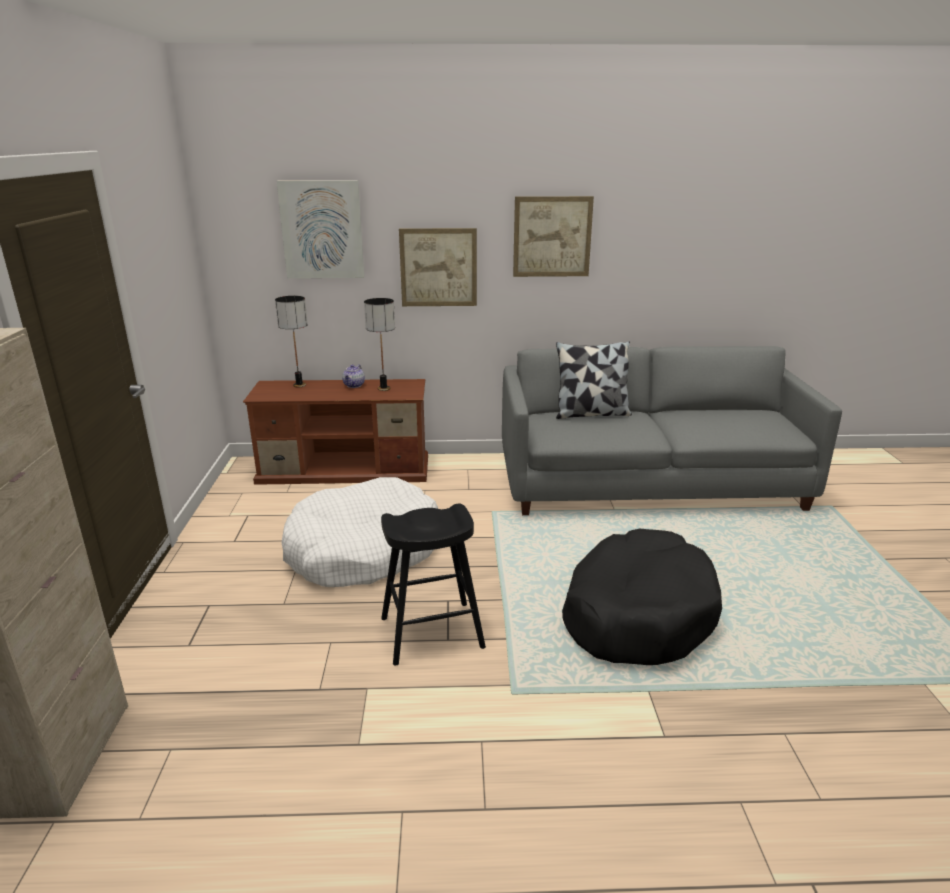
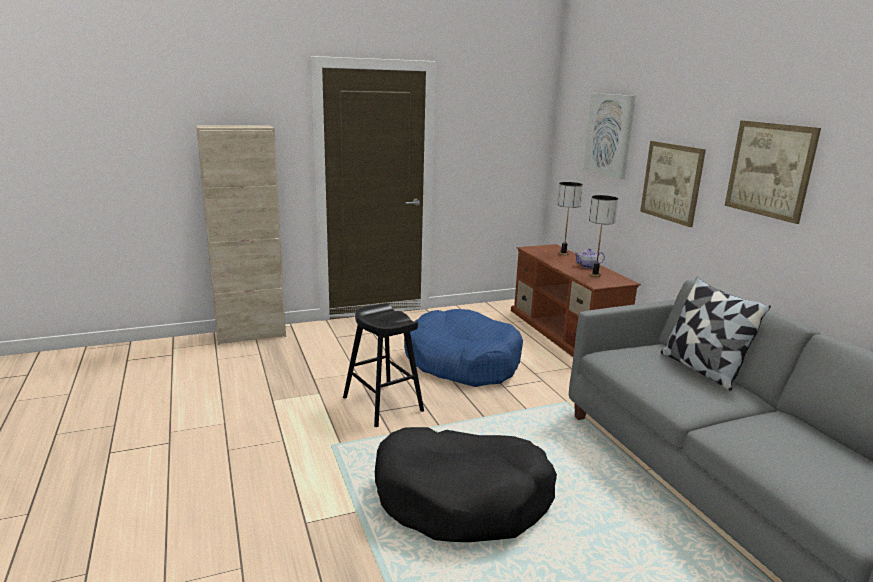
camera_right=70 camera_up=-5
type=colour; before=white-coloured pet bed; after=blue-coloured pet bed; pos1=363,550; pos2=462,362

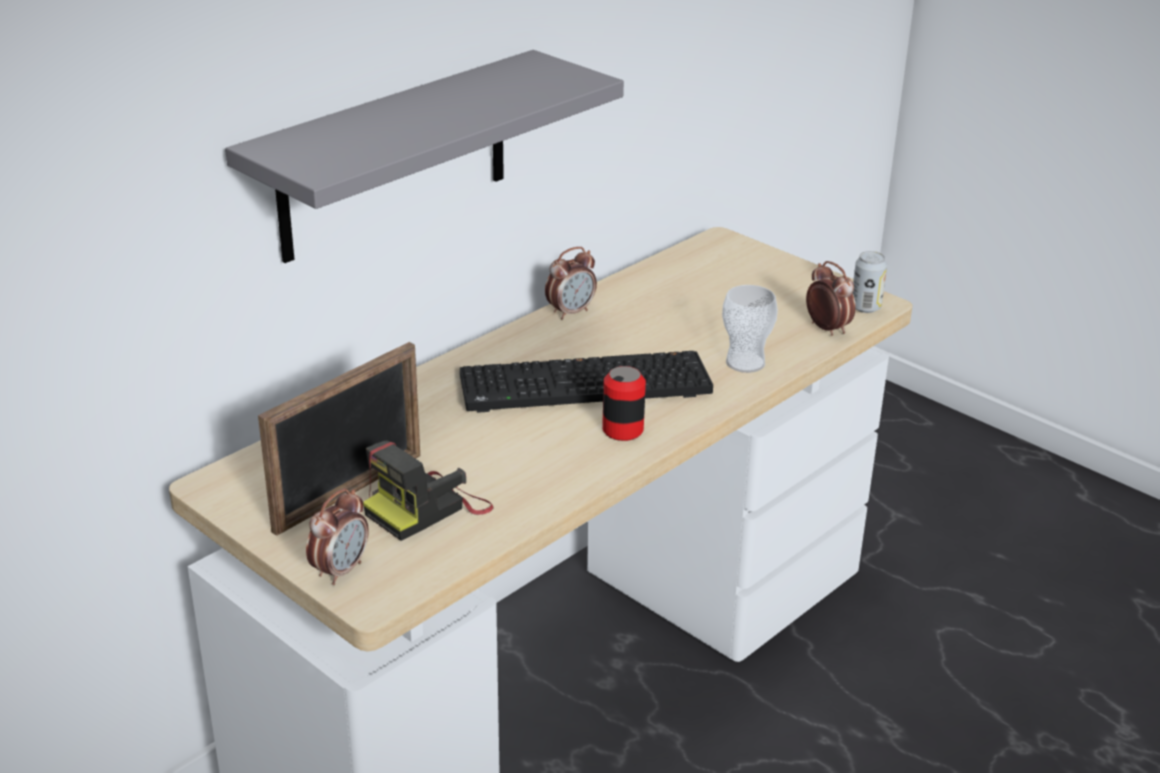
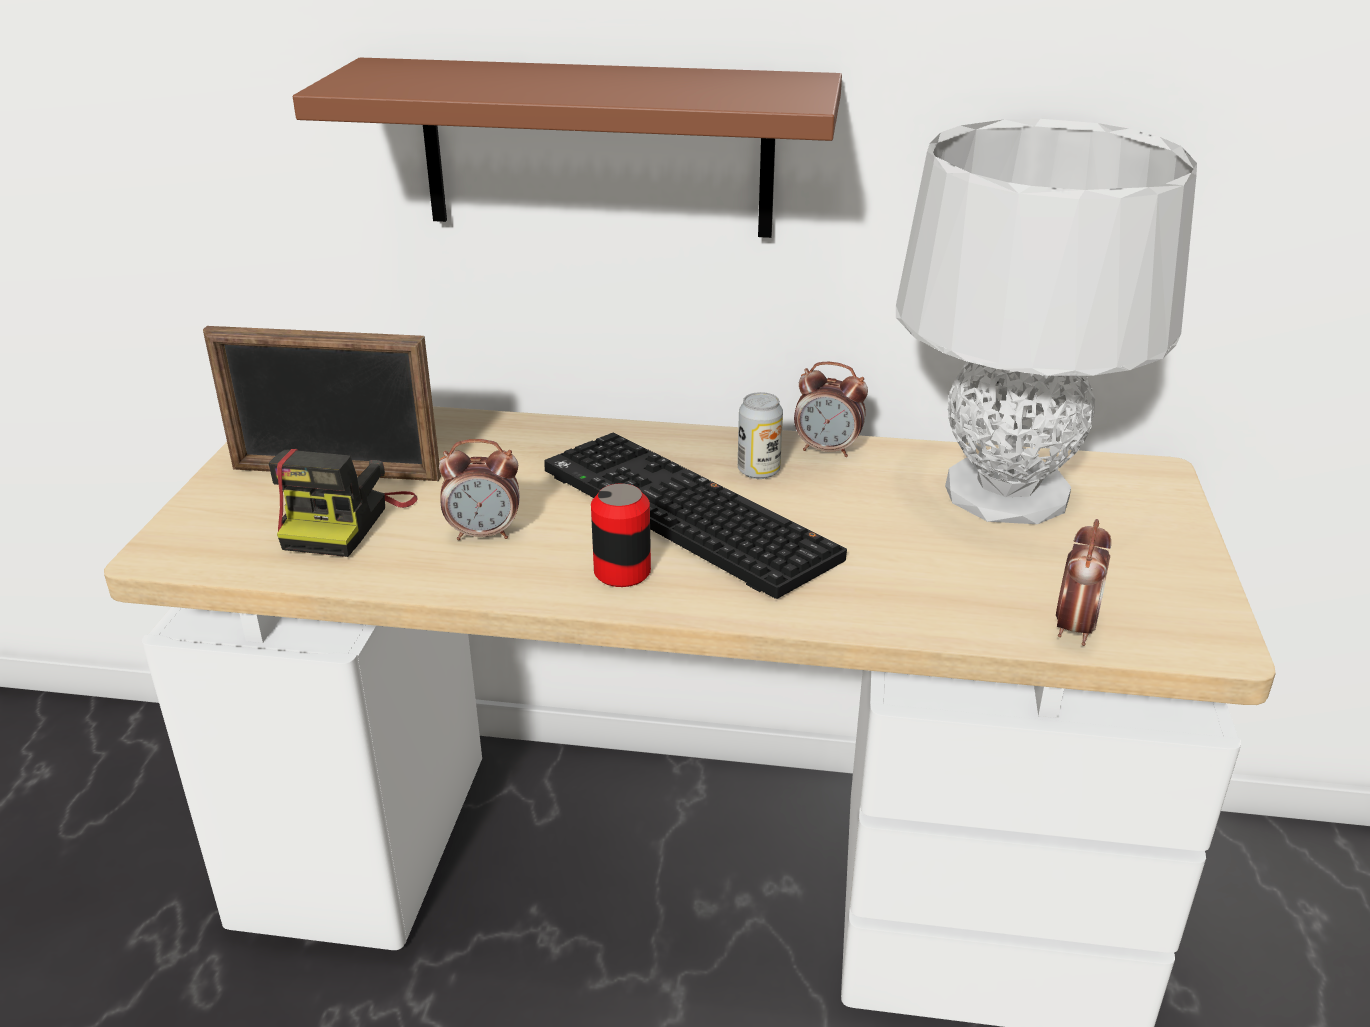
camera_right=55 camera_up=0
type=colour; before=grey shelf; after=brownish shelf; pos1=394,157; pos2=597,148
type=relocated; before=metal can; pos1=865,307; pos2=758,471
type=missing; before=drinking cup; pos1=745,363
type=spun; before=photo camera; pos1=427,508; pos2=345,521; turn=-90
type=relocated; before=table clock; pos1=340,570; pos2=484,534
type=appeared; after=grey lamp for a table; pos2=1007,493

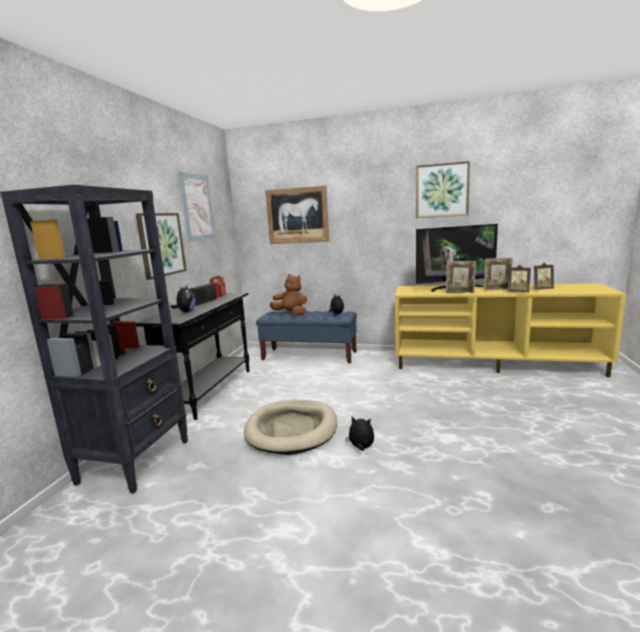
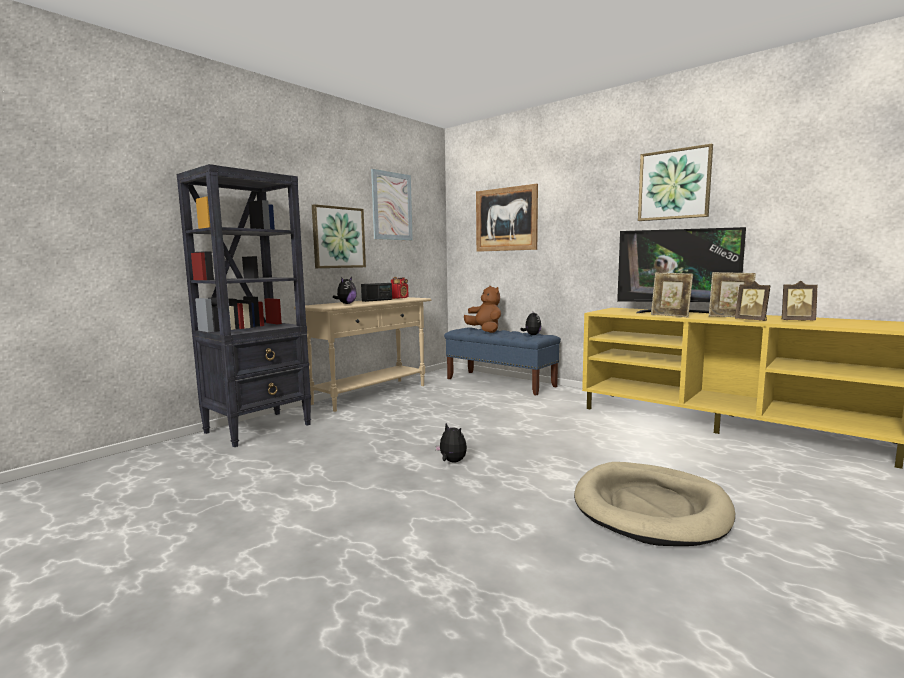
camera_right=25 camera_up=-5
type=colour; before=black-coloured console table; after=sand-coloured console table; pos1=210,391; pos2=371,394
type=relocated; before=sand-coloured pet bed; pos1=292,429; pos2=651,508

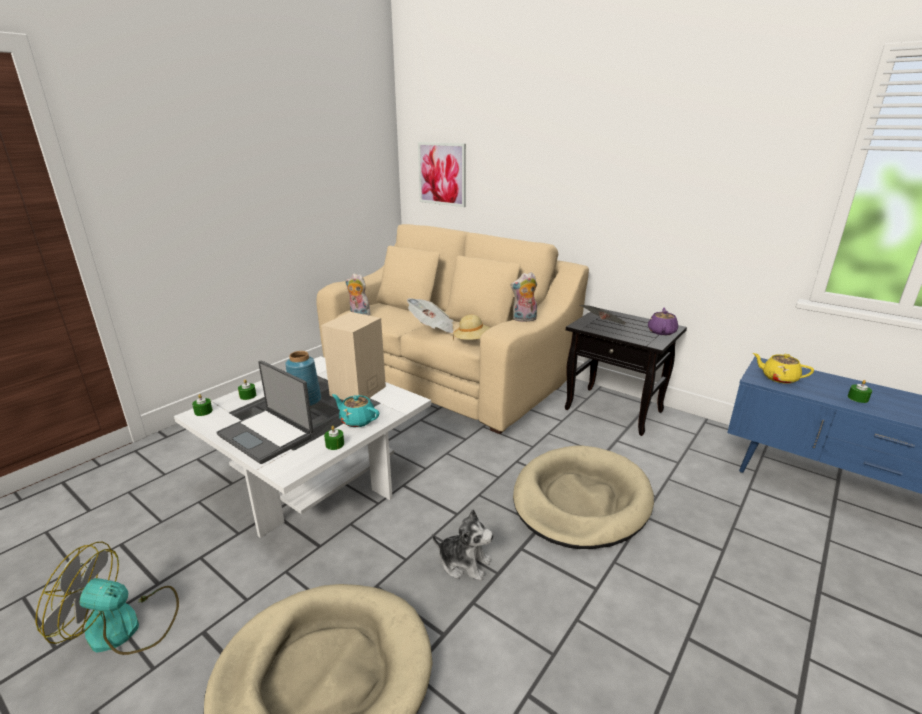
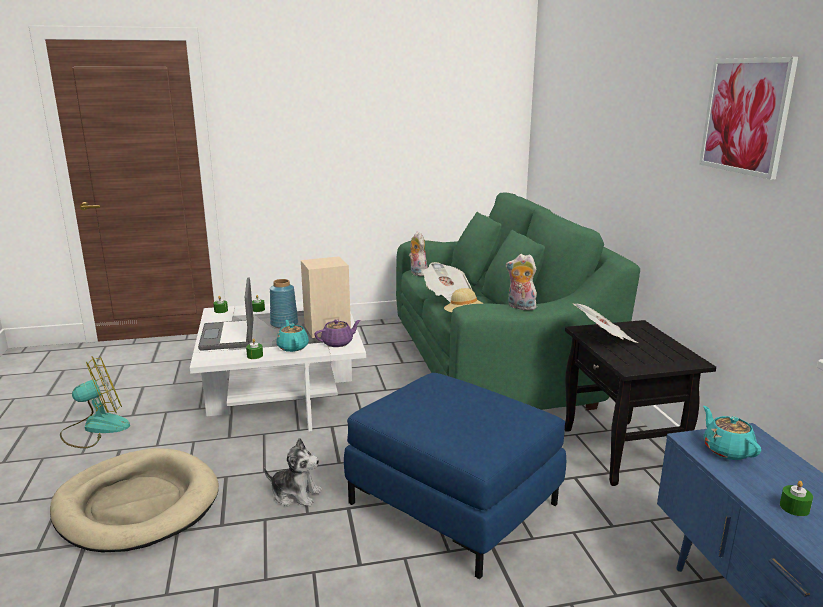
camera_right=40 camera_up=-5
type=relocated; before=picture; pos1=442,174; pos2=746,116
type=colour; before=sand-coloured couch; after=green couch; pos1=446,375; pos2=492,360
type=relocated; before=purple pot for tea; pos1=661,331; pos2=338,343
type=colour; before=yellow pot for tea; after=turquoise pot for tea; pos1=778,378; pos2=726,450
type=exchanged; before=sand-coloured pet bed; after=blue-coloured pouffe; pos1=581,500; pos2=452,503
type=spun; before=soft toy; pos1=464,563; pos2=295,494; turn=-45
type=spun; before=electric fan; pos1=126,627; pos2=95,428; turn=105

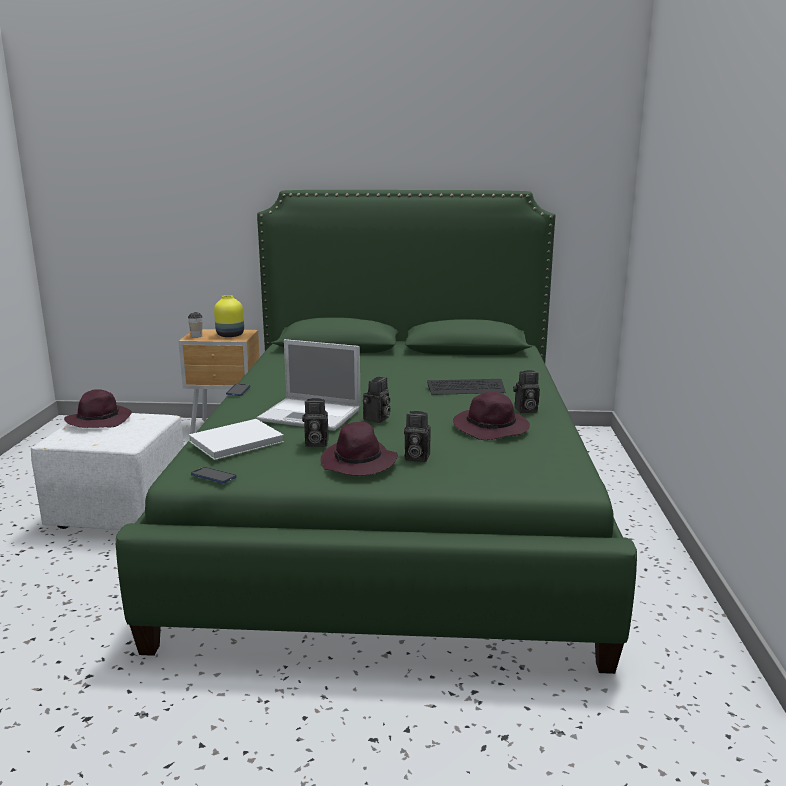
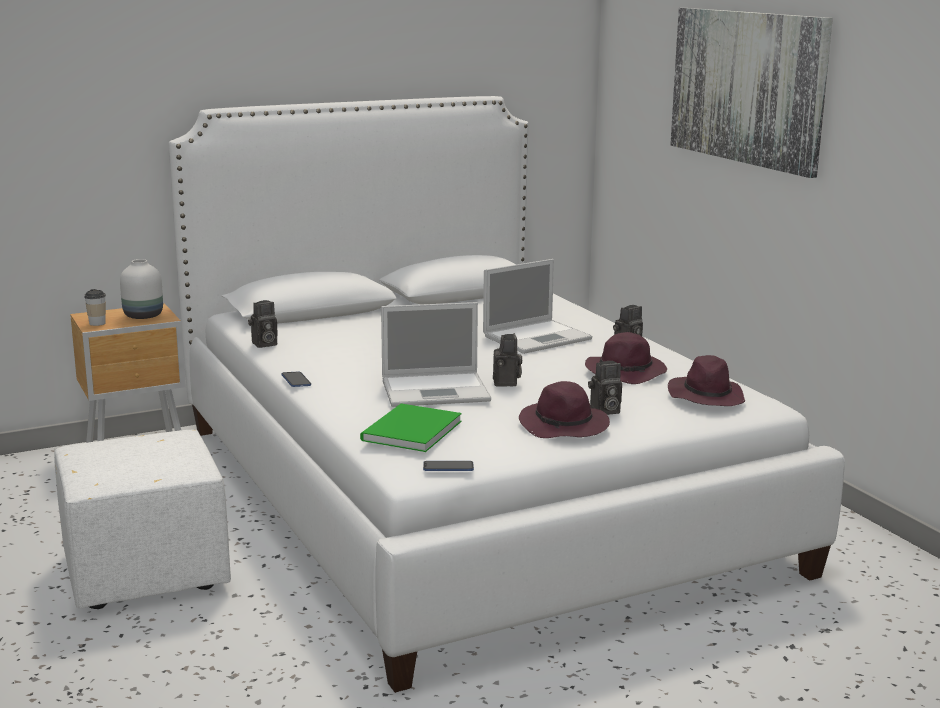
camera_right=-30 camera_up=0
type=colour; before=green bedroom bed; after=white-coloured bedroom bed; pos1=391,509; pos2=467,494
type=colour; before=yellow vase; after=white-coloured vase; pos1=231,335; pos2=144,316
type=exchanged; before=PC keyboard; after=portable computer; pos1=466,389; pos2=538,337
type=relocated; before=purple clothing hat; pos1=100,420; pos2=705,397
type=relocated; before=photo camera; pos1=315,443; pos2=263,344
type=colour; before=white-coloured book; after=green book; pos1=233,441; pos2=408,431
type=appeared; after=picture; pos2=747,87

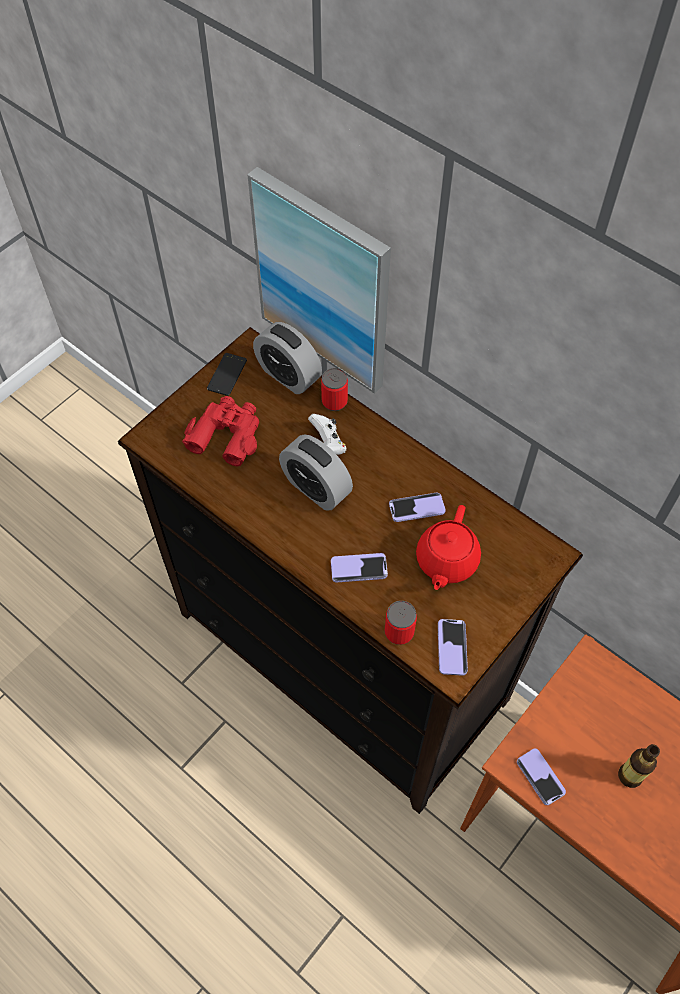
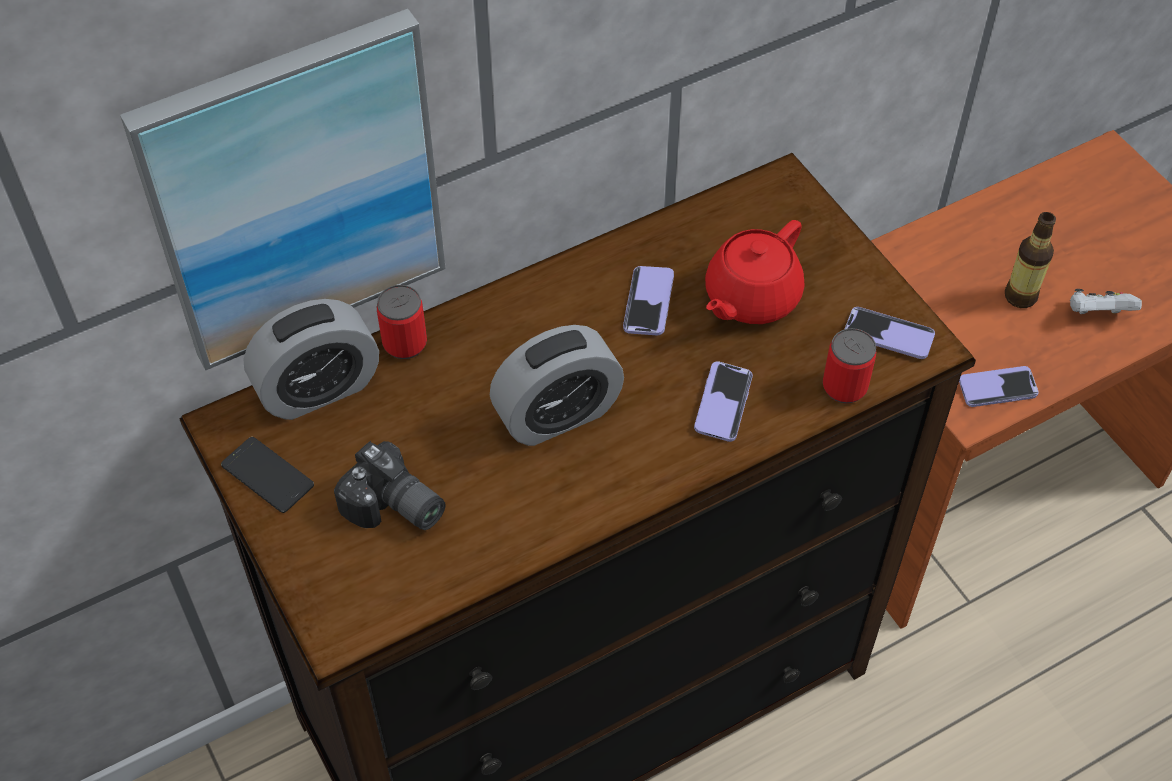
camera_right=-70 camera_up=-5
type=exchanged; before=red-coloured binoculars; after=photo camera; pos1=226,434; pos2=393,509
type=relocated; before=white-coloured gamepad; pos1=328,443; pos2=1097,314
type=spun; before=red-coloured pot for tea; pos1=446,561; pos2=750,297; turn=90

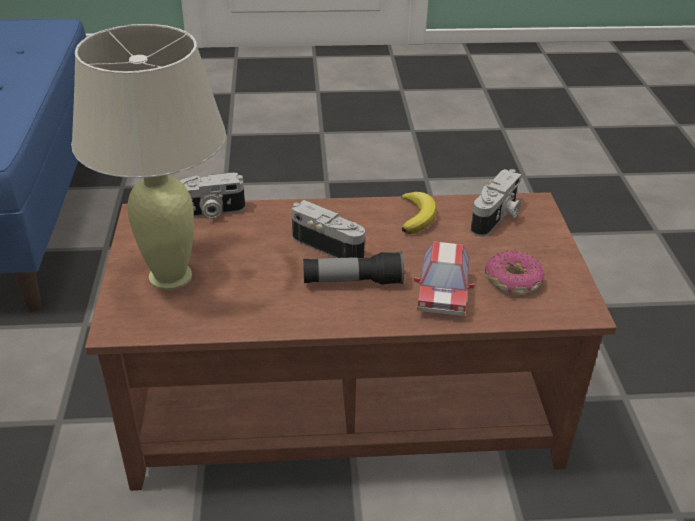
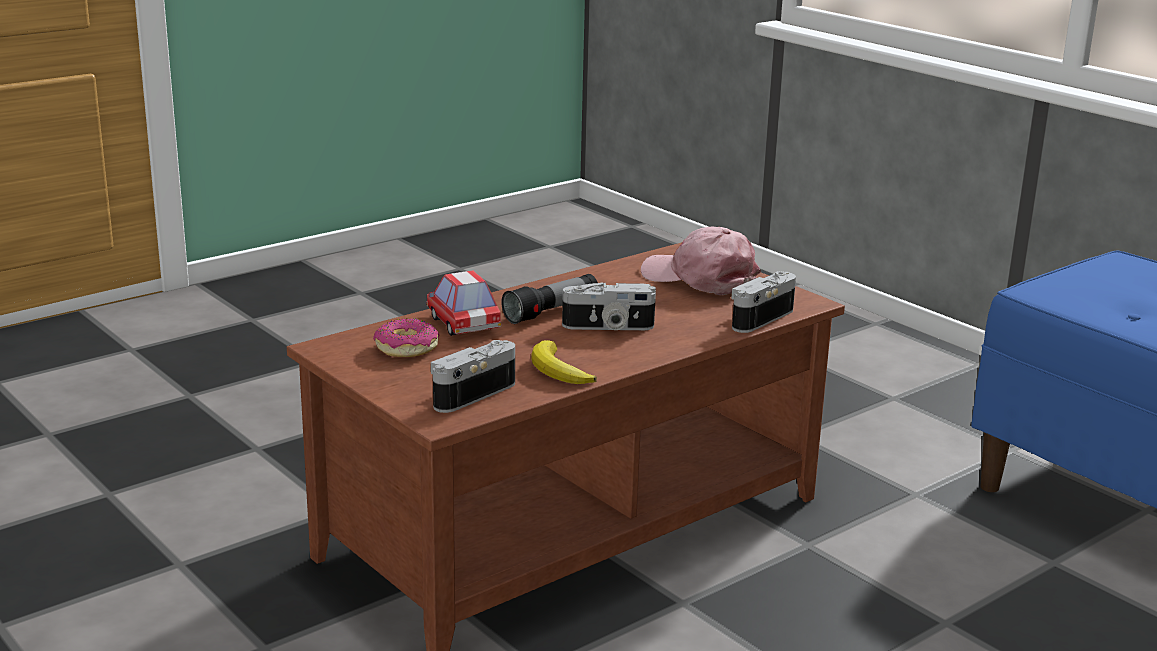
camera_right=145 camera_up=-15
type=exchanged; before=sand-coloured lamp for a table; after=pinkish baseball cap; pos1=170,276; pos2=700,278
type=spun; before=photo camera; pos1=496,218; pos2=471,393; turn=45

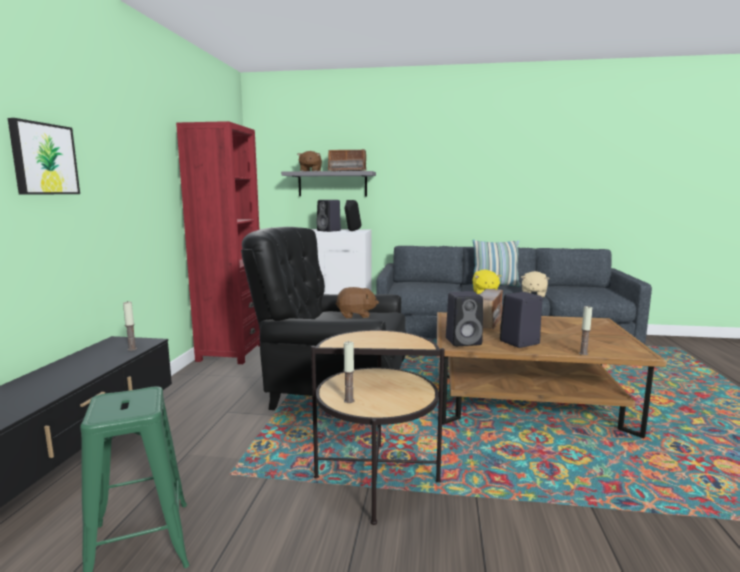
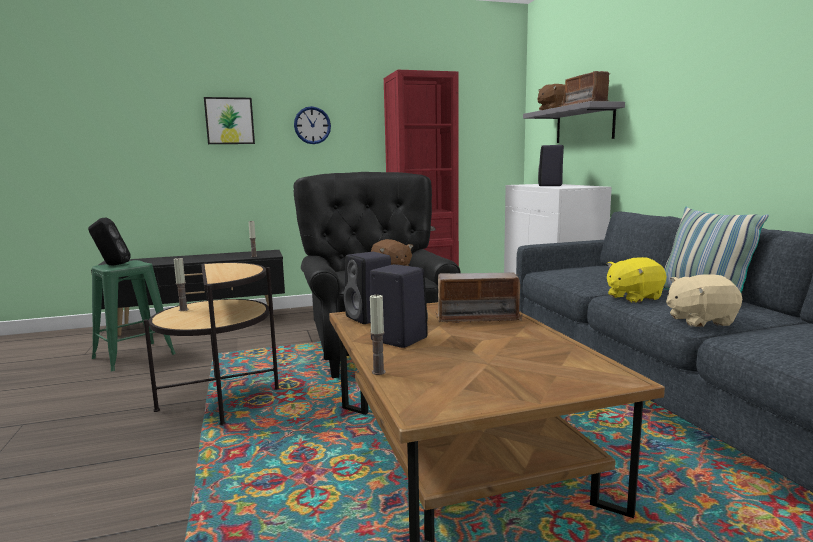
camera_right=65 camera_up=0
type=relocated; before=black-coloured loudspeaker; pos1=351,231; pos2=111,265
type=appeared; after=clock on the wall; pos2=312,125

